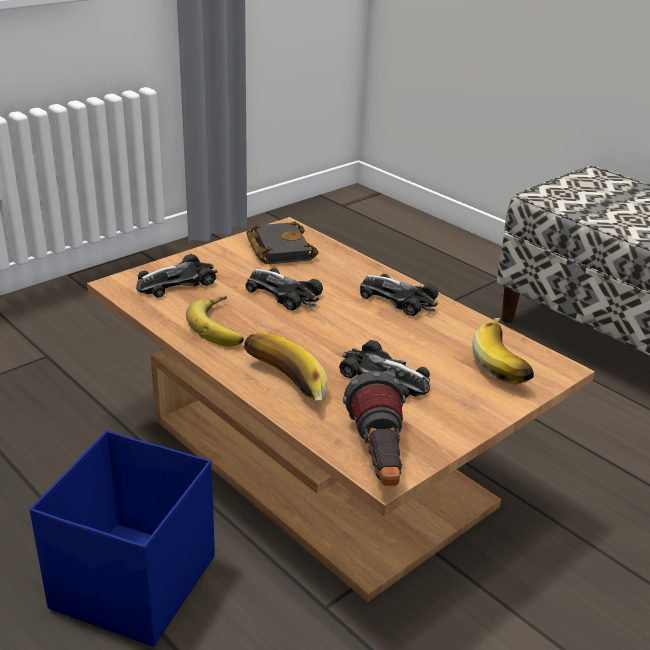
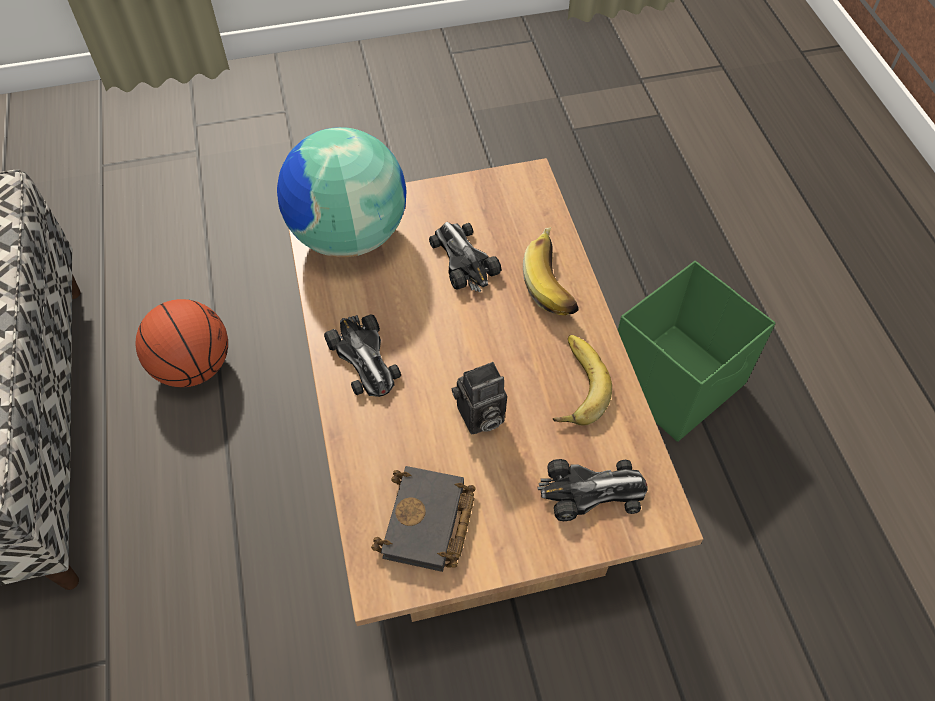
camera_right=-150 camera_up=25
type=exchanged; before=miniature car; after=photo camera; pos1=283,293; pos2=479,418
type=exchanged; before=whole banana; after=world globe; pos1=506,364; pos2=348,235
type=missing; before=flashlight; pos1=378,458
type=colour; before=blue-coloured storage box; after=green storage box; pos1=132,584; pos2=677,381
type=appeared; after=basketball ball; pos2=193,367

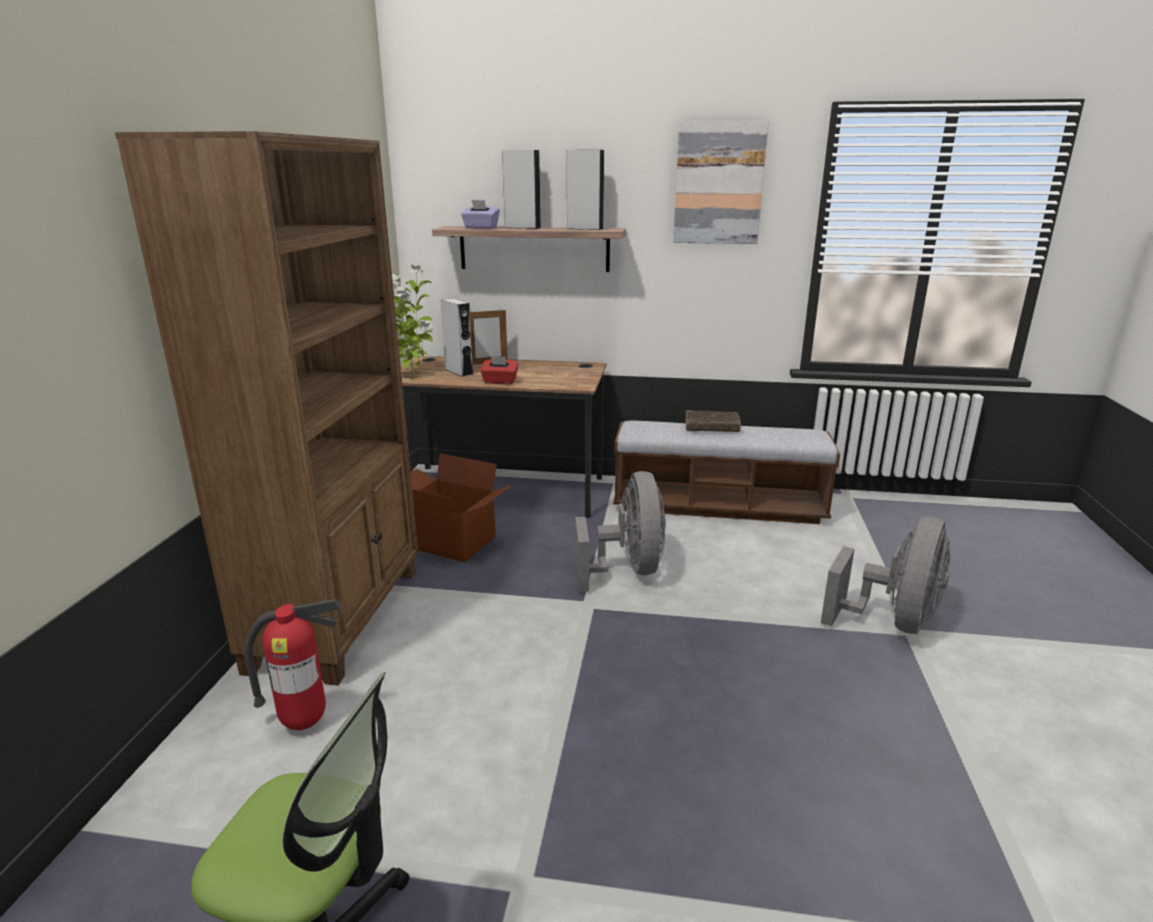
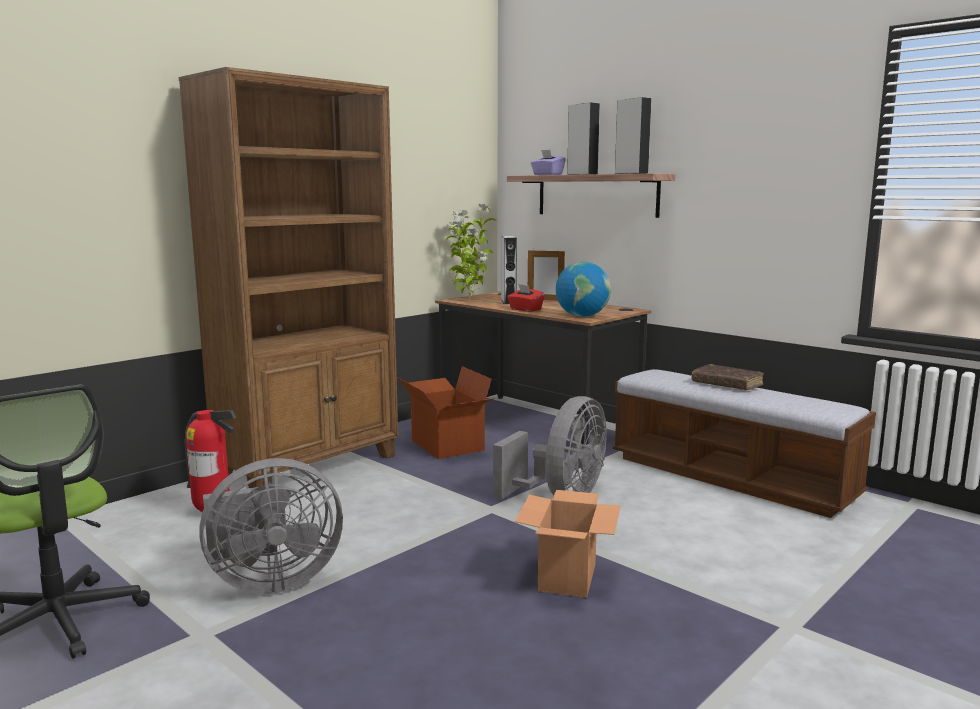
camera_right=35 camera_up=-10
type=missing; before=picture; pos1=718,184
type=relocated; before=grey electric fan; pos1=892,622; pos2=270,581
type=appeared; after=world globe; pos2=582,316
type=appeared; after=cardboard box; pos2=567,577

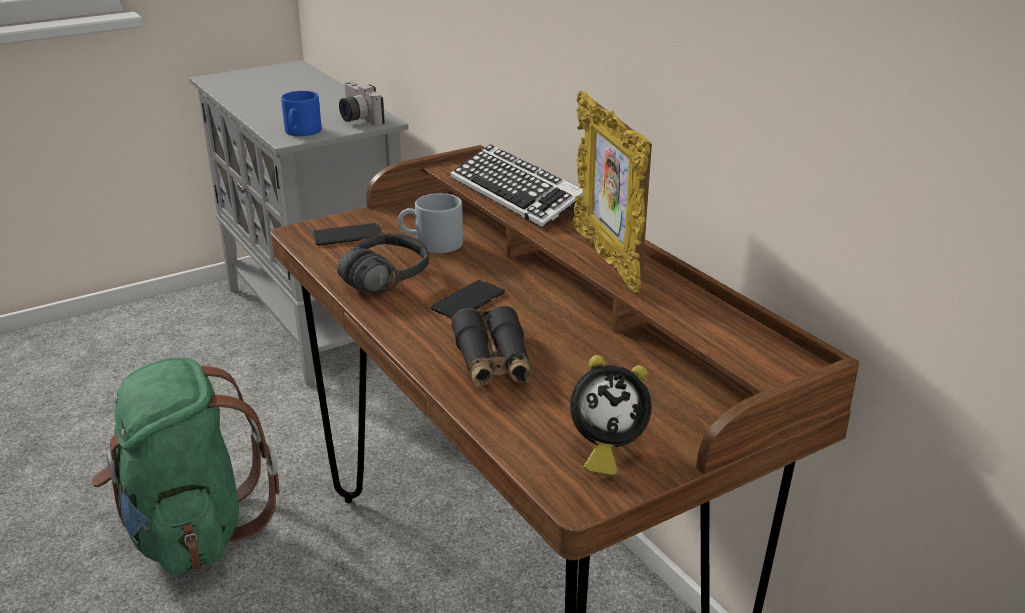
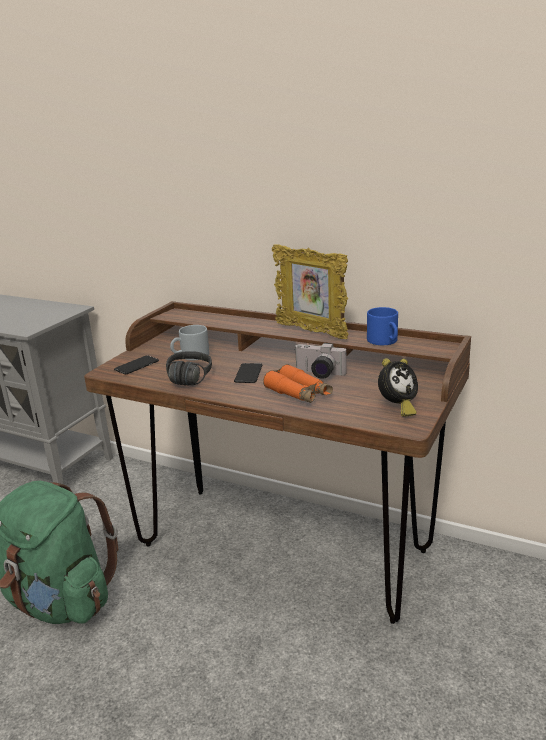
camera_right=-30 camera_up=-5
type=relocated; before=photo camera; pos1=356,119; pos2=318,374
type=relocated; before=blue-coloured tea mug; pos1=301,132; pos2=385,341
type=missing; before=PC keyboard; pos1=516,195
type=colour; before=black-coloured binoculars; after=orange-coloured binoculars; pos1=493,362; pos2=298,393

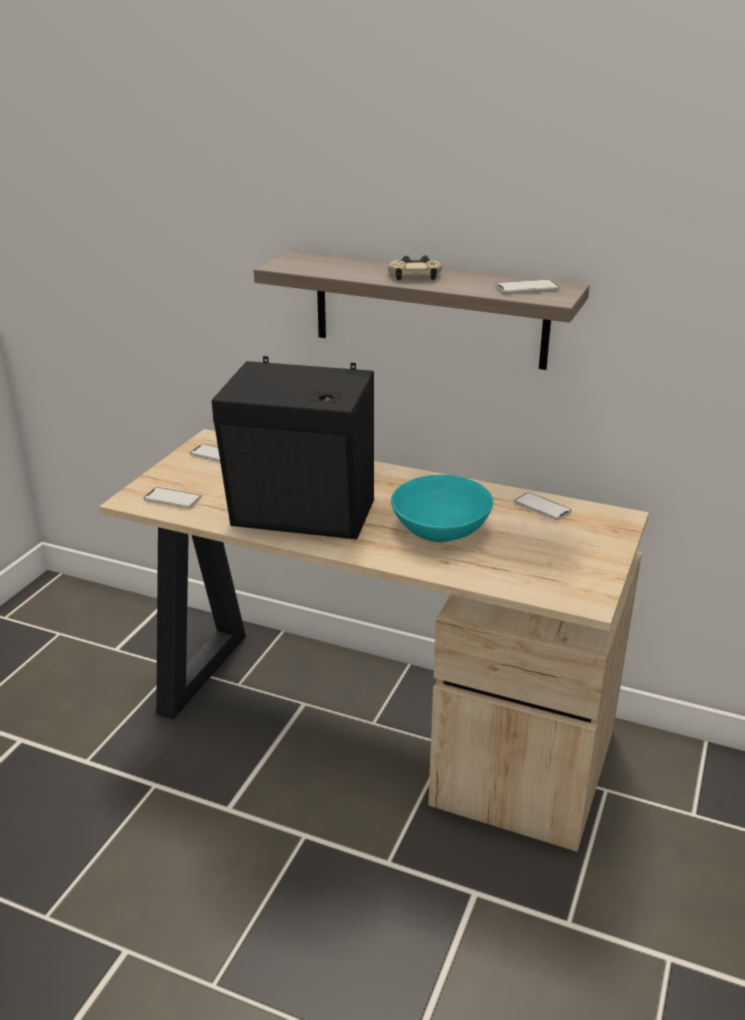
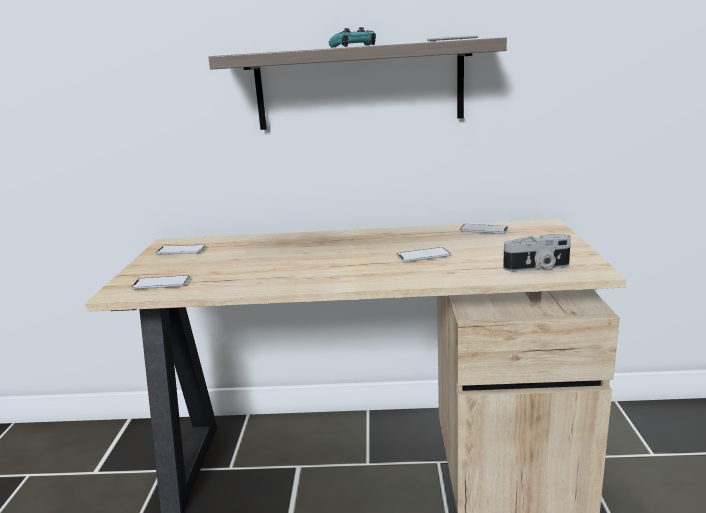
camera_right=-20 camera_up=-10
type=colour; before=sand-coloured gamepad; after=turquoise gamepad; pos1=415,275; pos2=354,46
type=missing; before=black-coloured loudspeaker; pos1=304,517
type=exchanged; before=turquoise bowl; after=phone; pos1=440,530; pos2=423,256
type=appeared; after=photo camera; pos2=537,267

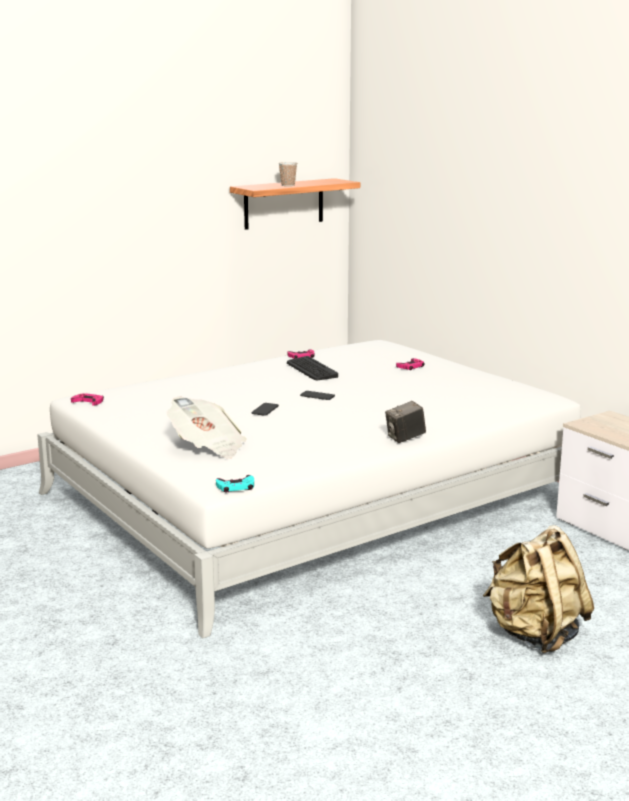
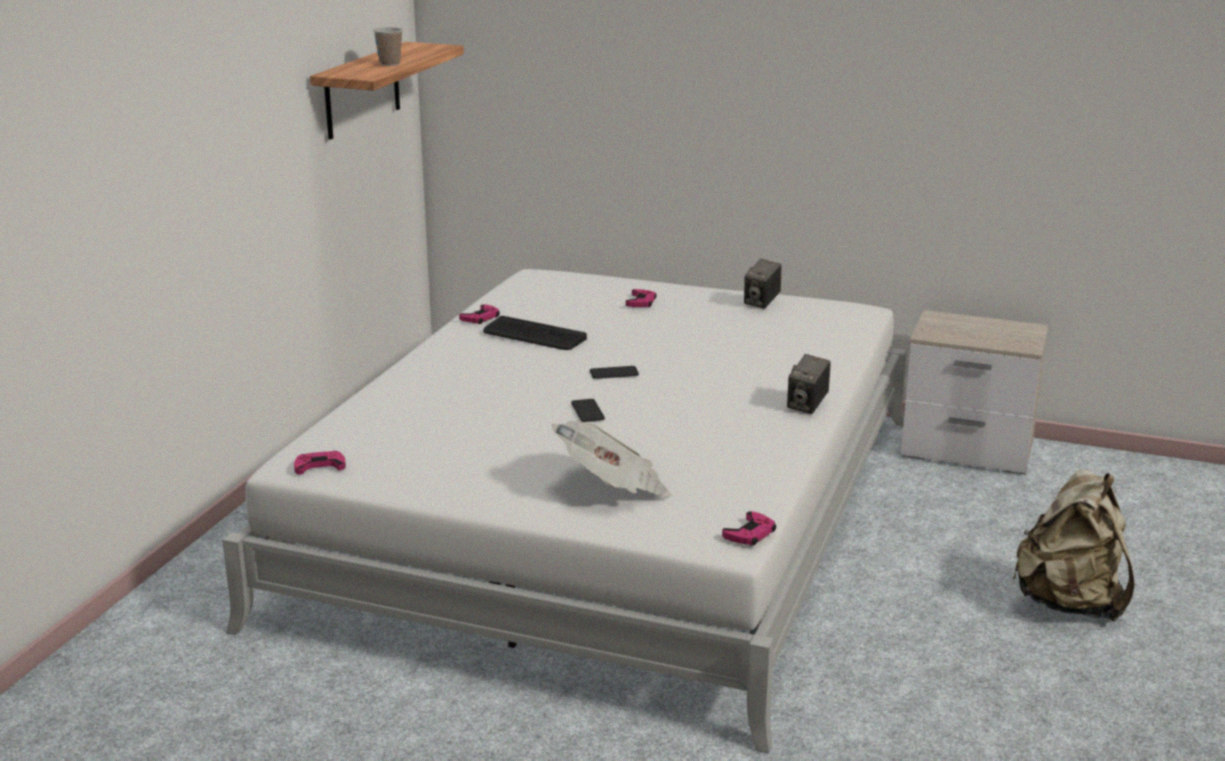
camera_right=-35 camera_up=5
type=colour; before=turquoise gamepad; after=pinkish gamepad; pos1=236,487; pos2=750,534
type=appeared; after=photo camera; pos2=762,303

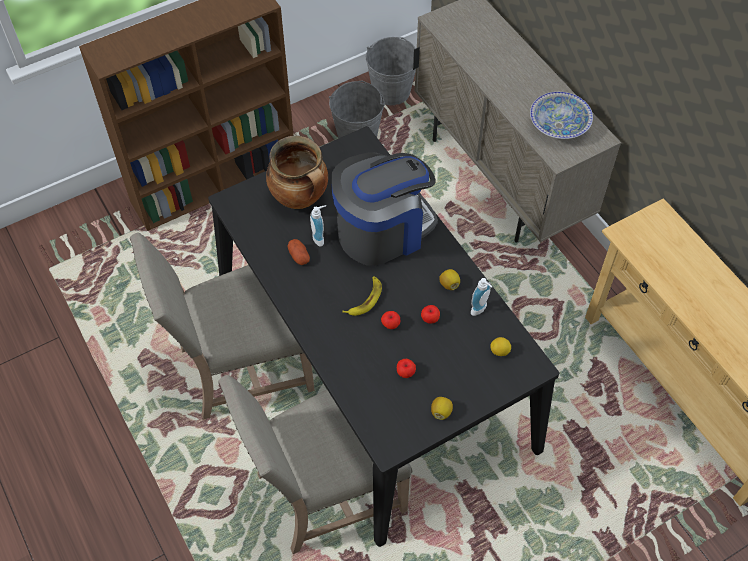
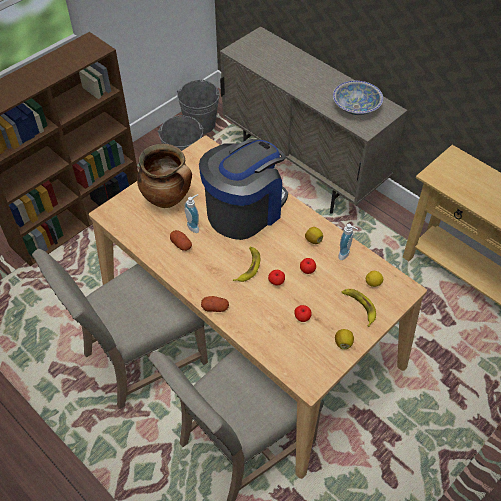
camera_right=-15 camera_up=-5
type=colour; before=black-coloured kitchen table; after=sand-coloured kitchen table; pos1=373,364; pos2=250,330
type=appeared; after=whole banana; pos2=359,307
type=appeared; after=whole potato; pos2=215,308

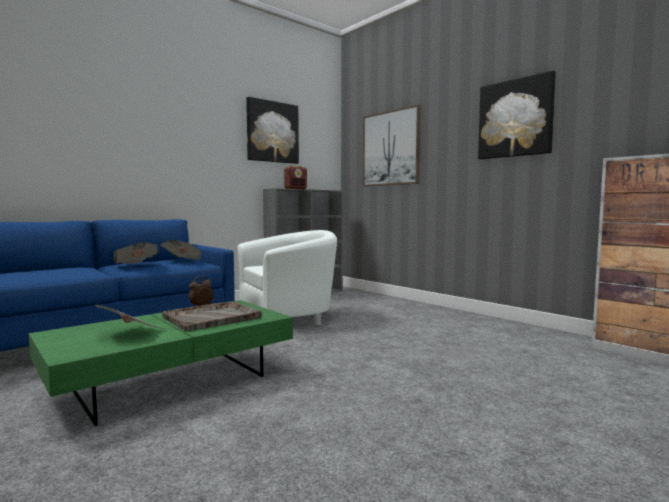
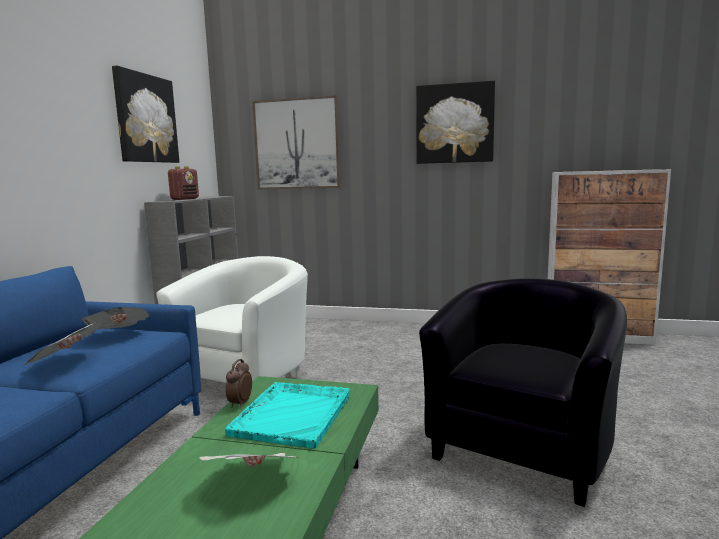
camera_right=-35 camera_up=5
type=colour; before=grey carrying tray; after=turquoise carrying tray; pos1=213,317; pos2=293,414
type=appeared; after=black-coloured lounge chair; pos2=523,447

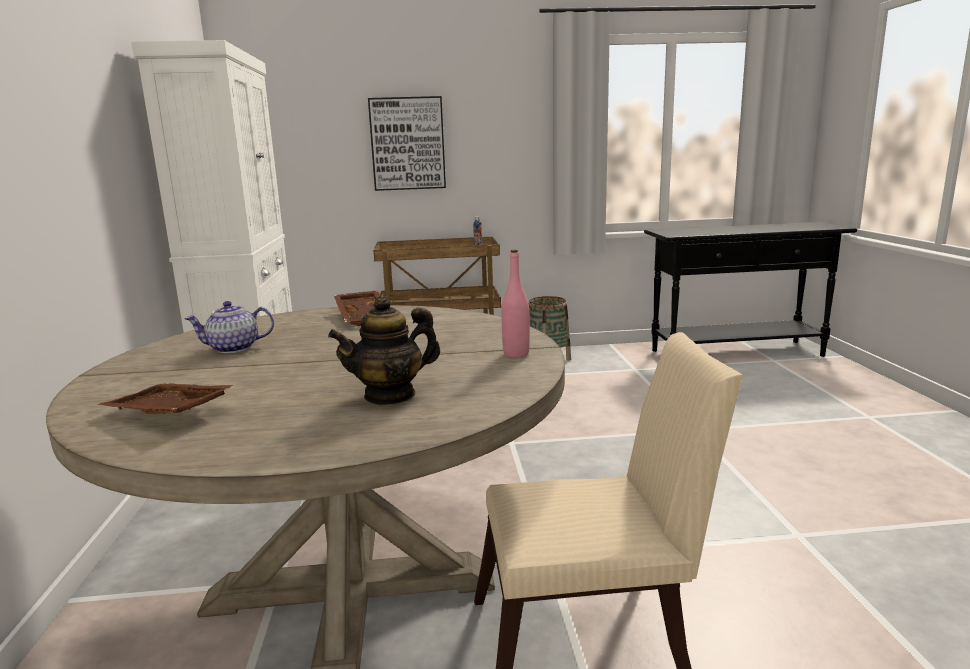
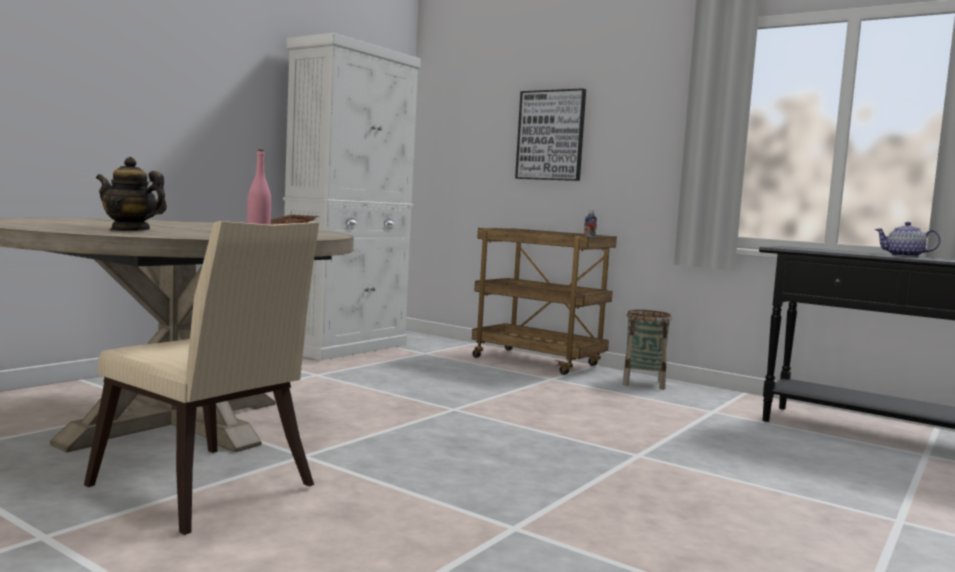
camera_right=40 camera_up=-10
type=relocated; before=pot for tea; pos1=233,348; pos2=904,256
type=missing; before=brownish carrying tray; pos1=167,413

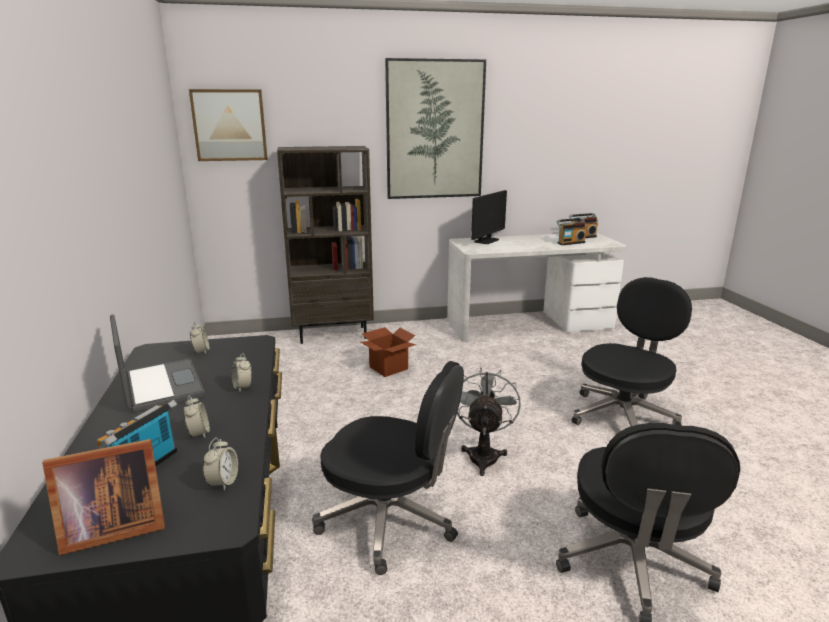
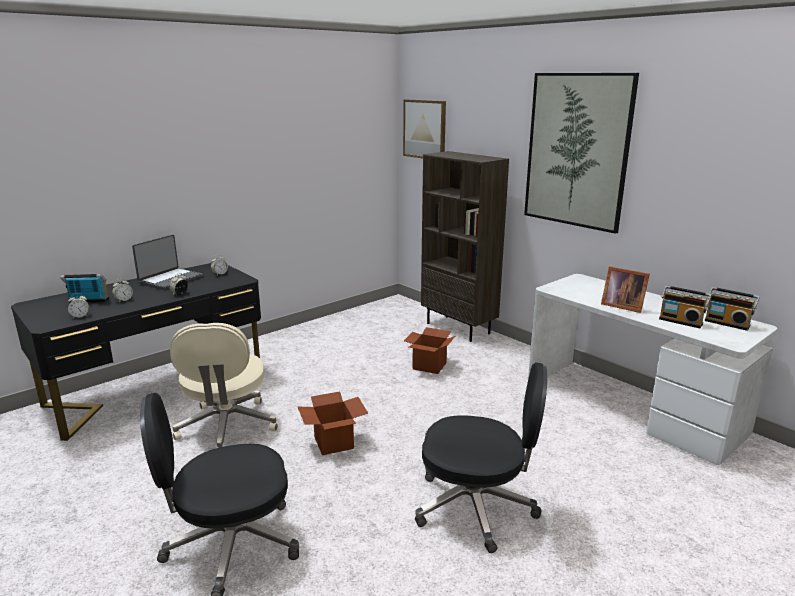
camera_right=60 camera_up=0
type=missing; before=computer display; pos1=486,240
type=colour; before=black-coloured office chair; after=sand-coloured office chair; pos1=390,520; pos2=227,427
type=exchanged; before=grey electric fan; after=cardboard box; pos1=483,454; pos2=333,442
type=relocated; before=standing frame; pos1=111,528; pos2=621,306

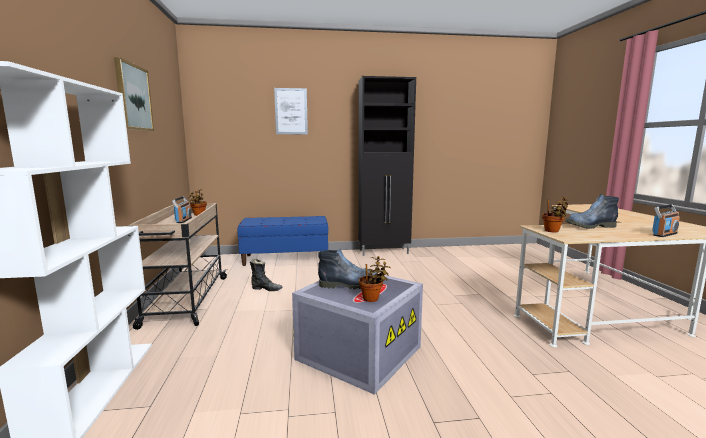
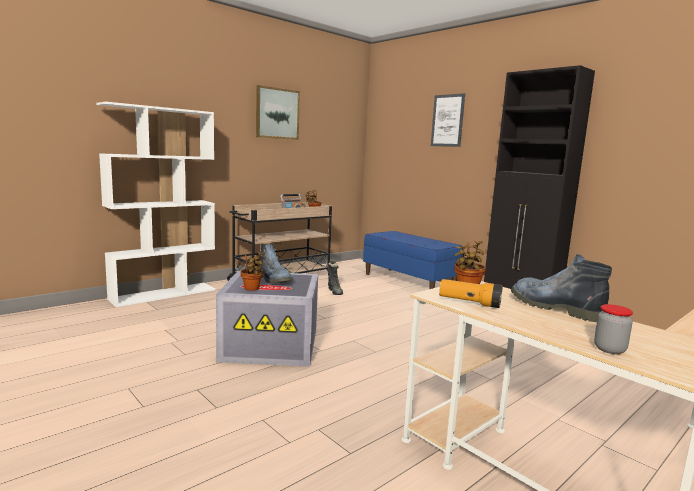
camera_right=55 camera_up=0
type=exchanged; before=radio receiver; after=preserve jar; pos1=664,234; pos2=609,349
type=appeared; after=flashlight; pos2=469,303

